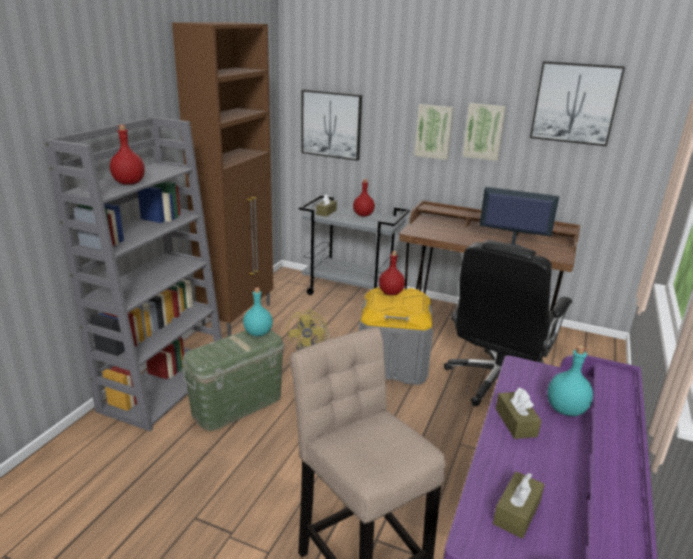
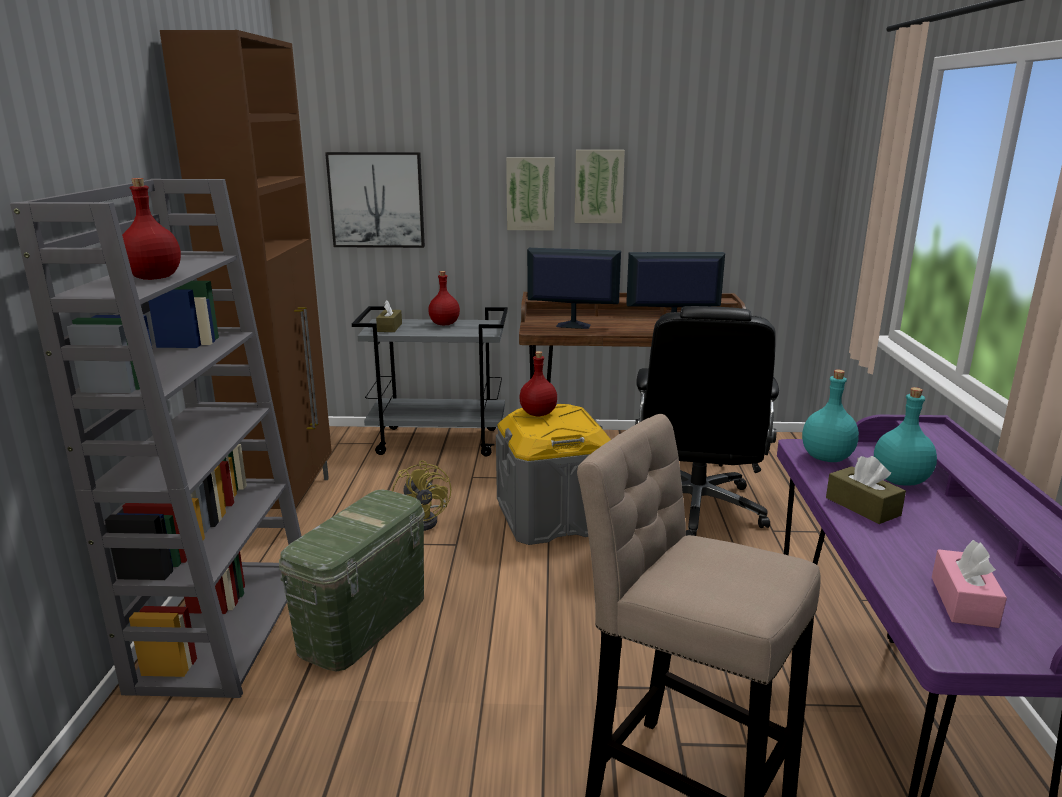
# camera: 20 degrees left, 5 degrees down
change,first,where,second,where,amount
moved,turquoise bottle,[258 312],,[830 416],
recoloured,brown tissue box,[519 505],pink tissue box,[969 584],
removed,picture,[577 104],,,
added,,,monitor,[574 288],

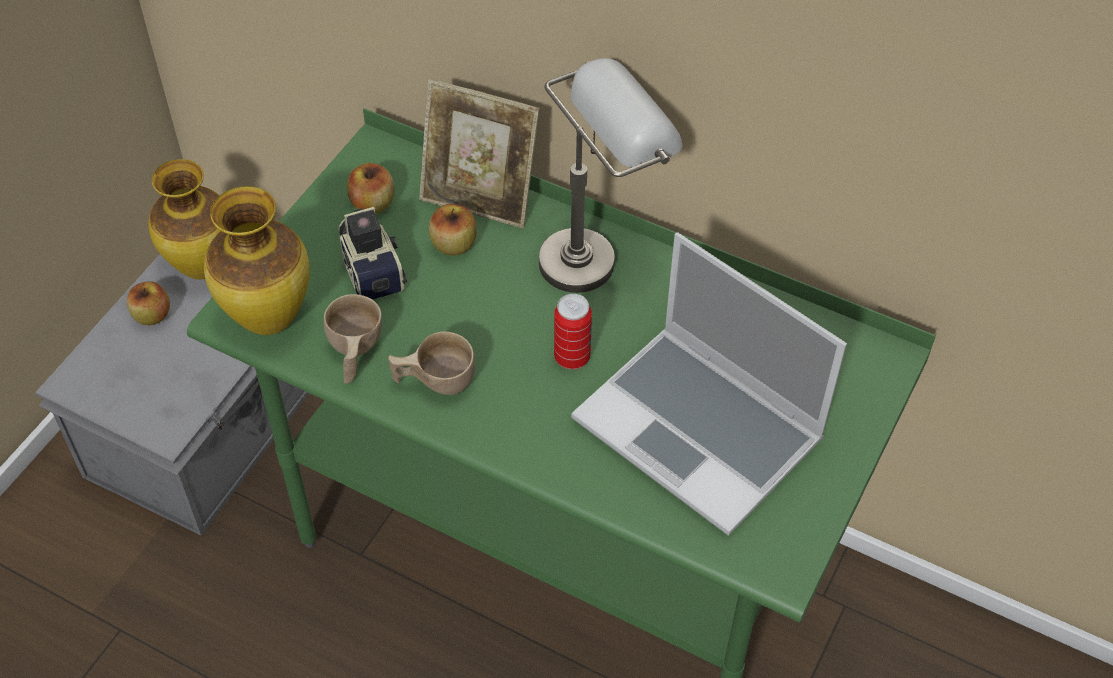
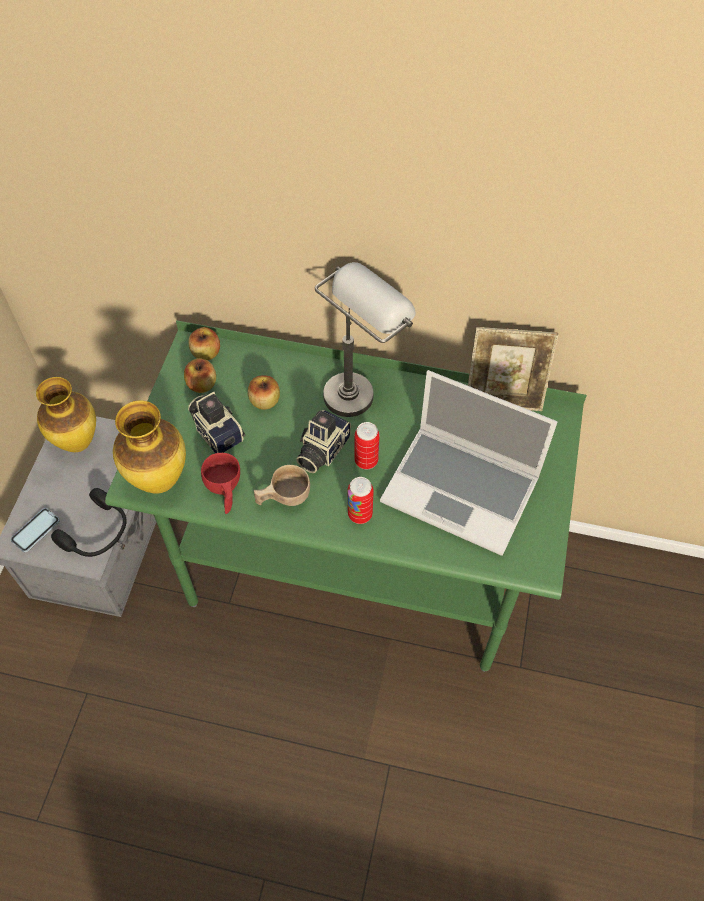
# camera: 15 degrees left, 5 degrees up
change,first,where,second,where,amount
moved,apple,[148 303],,[204 344],
recoloured,beige cup,[353 339],red cup,[220 483],
moved,picture frame,[479 153],,[513 369],
added,,,phone,[35 530],
added,,,black headphones,[89 522],
added,,,photo camera,[323 441],
added,,,can,[361 500],

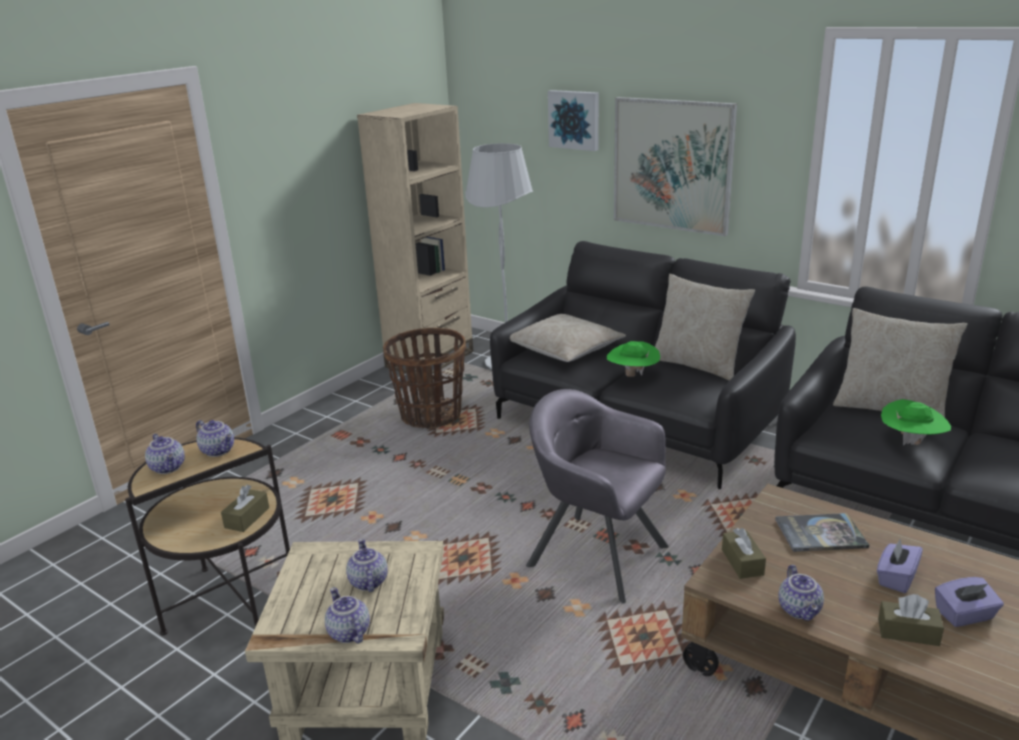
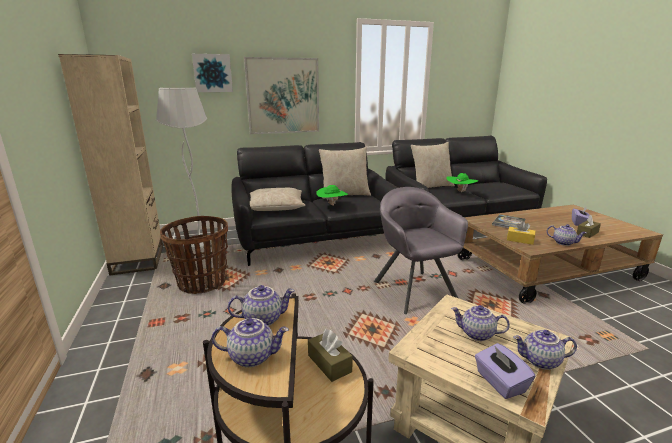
# camera: 55 degrees left, 5 degrees down
change,first,where,second,where,amount
turned,grey armchair,[597 496],,[421 250],90 degrees clockwise
recoloured,brown tissue box,[744 553],yellow tissue box,[521 233],
moved,purple tissue box,[900 566],,[505 371],

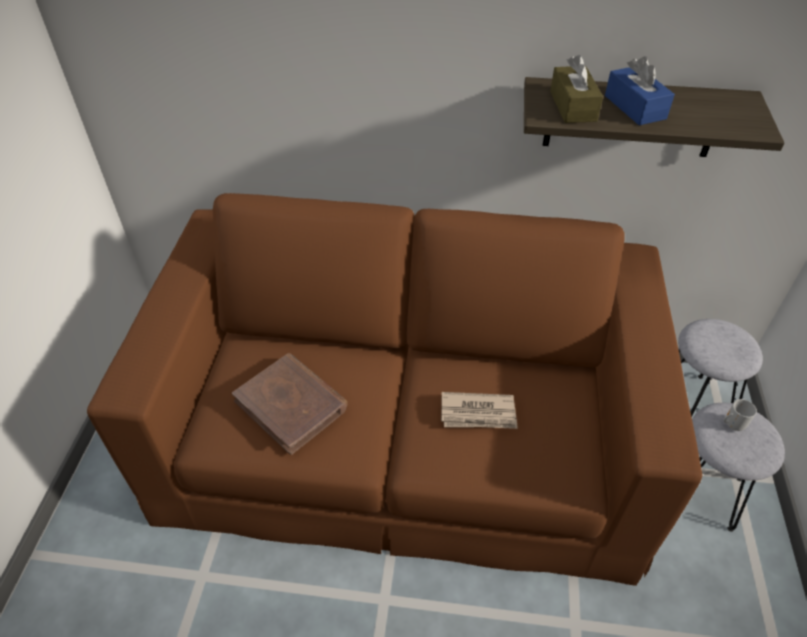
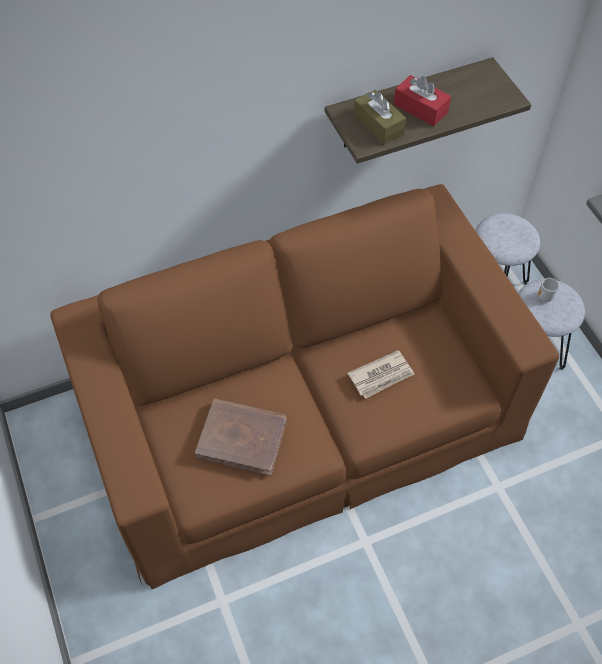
# camera: 30 degrees left, 10 degrees up
change,first,where,second,where,amount
recoloured,blue tissue box,[640 90],red tissue box,[422 100],

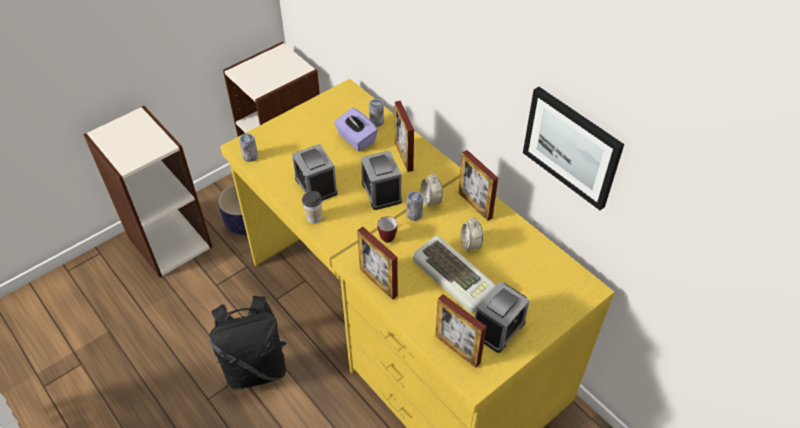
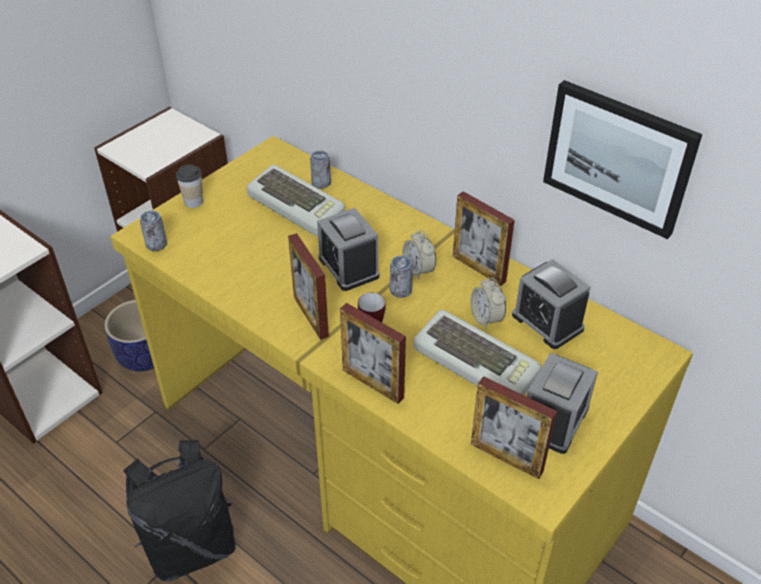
# camera: 10 degrees left, 5 degrees down
change,first,where,second,where,amount
moved,alarm clock,[315 172],,[551 304],
moved,cup,[312 207],,[189 186],
replaced,purple tissue box,[356 129],keyboard,[296 200],
moved,picture frame,[404 136],,[308 286],

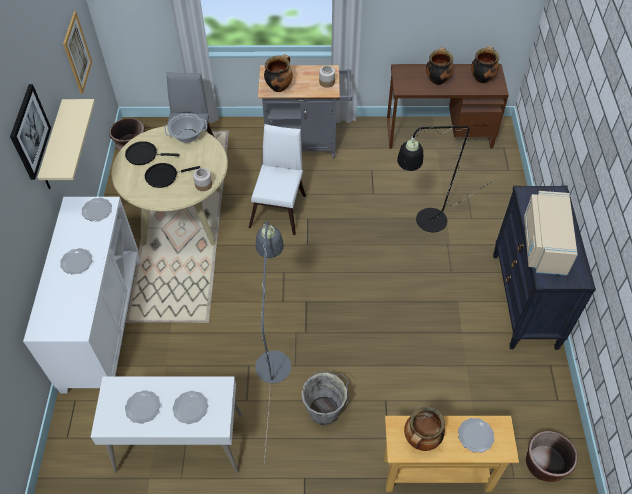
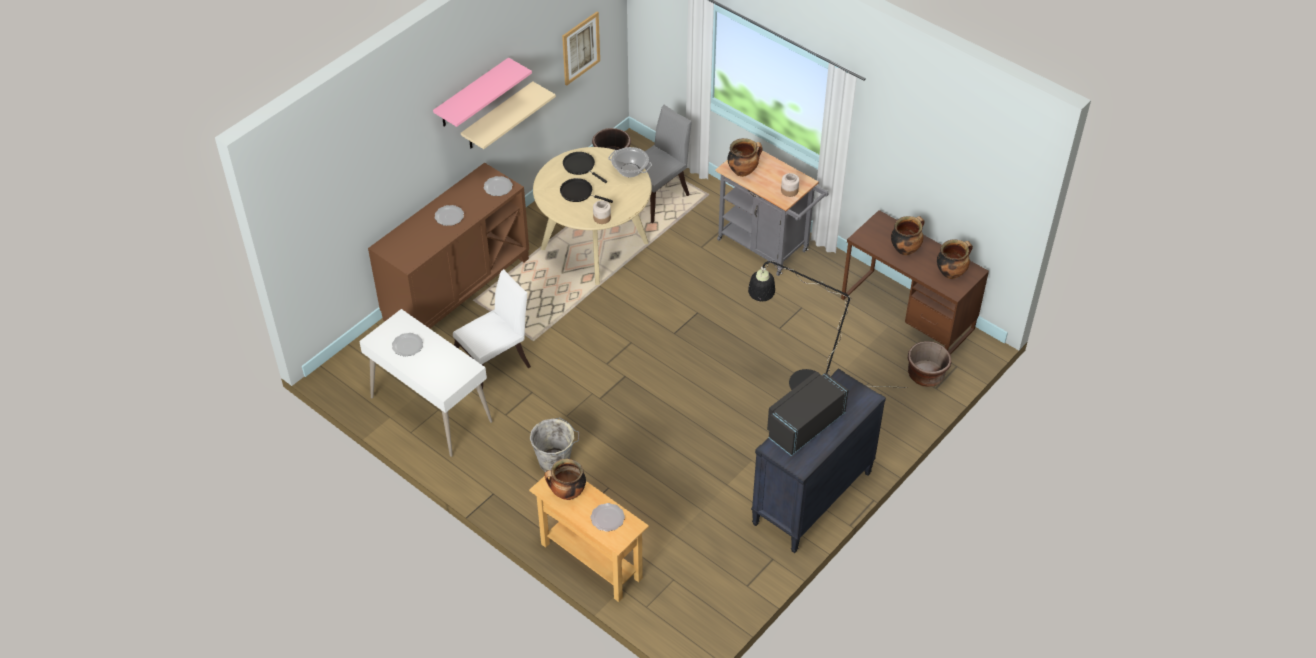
# camera: 40 degrees right, 5 degrees down
change,first,where,second,where,amount
replaced,picture,[30 132],pink shelf,[482 92],
recoloured,white cabinet,[81 295],brown cabinet,[448 245],
removed,plate,[190 407],,,
moved,white chair,[277 179],,[492 329],
removed,grey floor lamp,[273 342],,,
recoloured,beige microwave,[551 233],black microwave,[807 414],
moved,brown planter,[552 456],,[930 364],

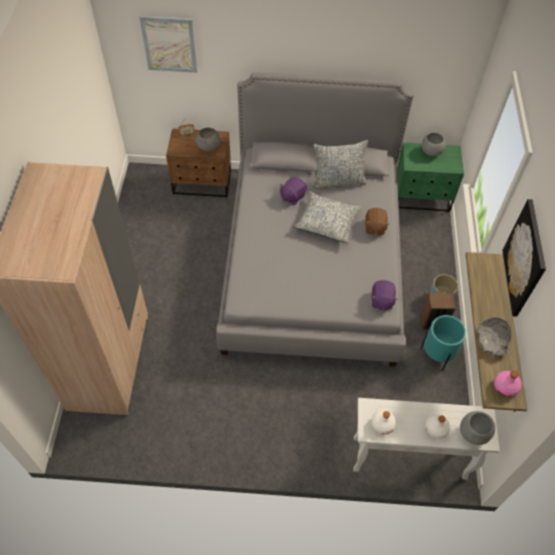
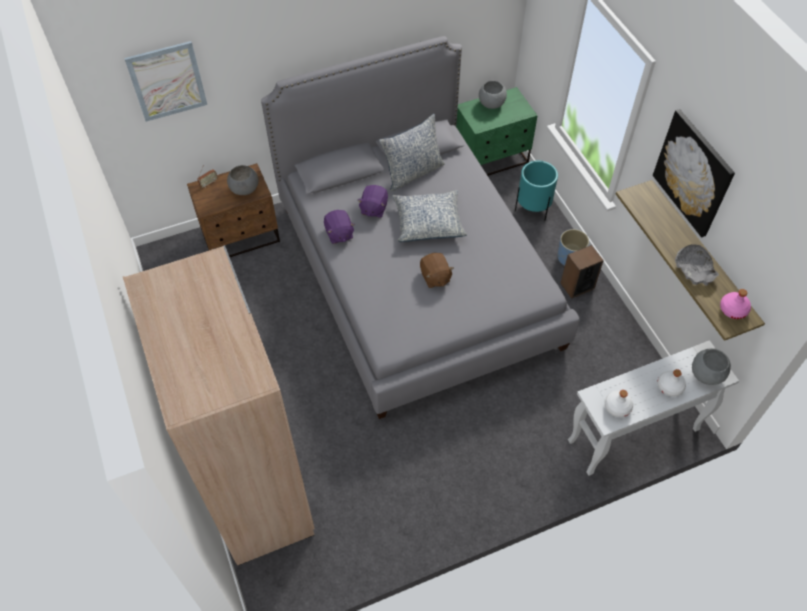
# camera: 25 degrees left, 0 degrees up
change,first,where,second,where,amount
moved,brown plush toy,[377 221],,[437 270],
moved,purple plush toy,[385 295],,[339 227],
moved,turquoise planter,[443 343],,[536 190],

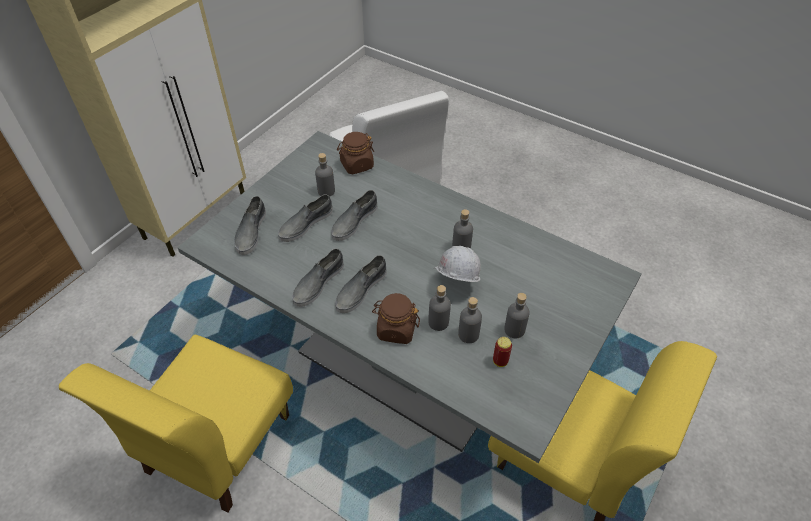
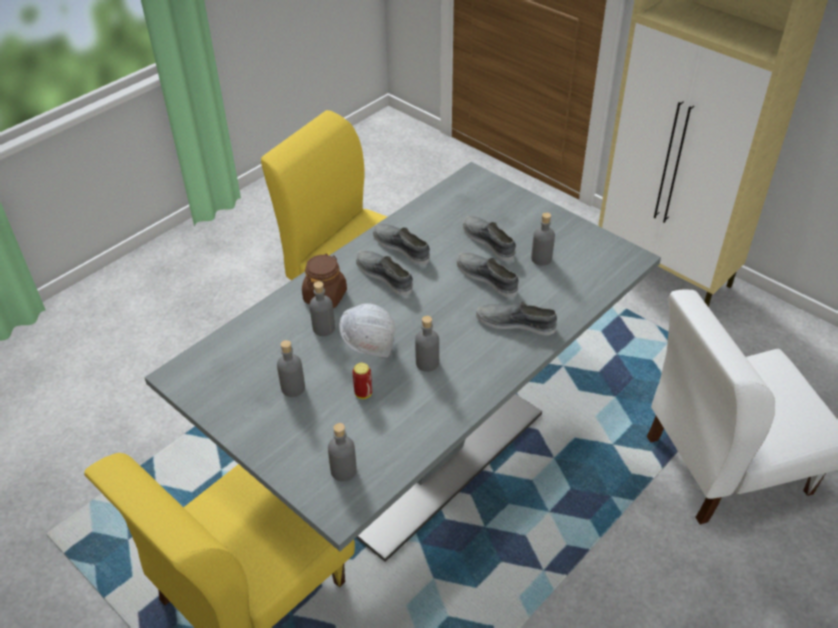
# camera: 100 degrees right, 5 degrees down
change,first,where,second,where,amount
moved,grey shoe,[250 225],,[516 318],
removed,brown jar,[355 153],,,
moved,grey bottle,[470 320],,[342 452],
moved,can,[502 352],,[362 381],

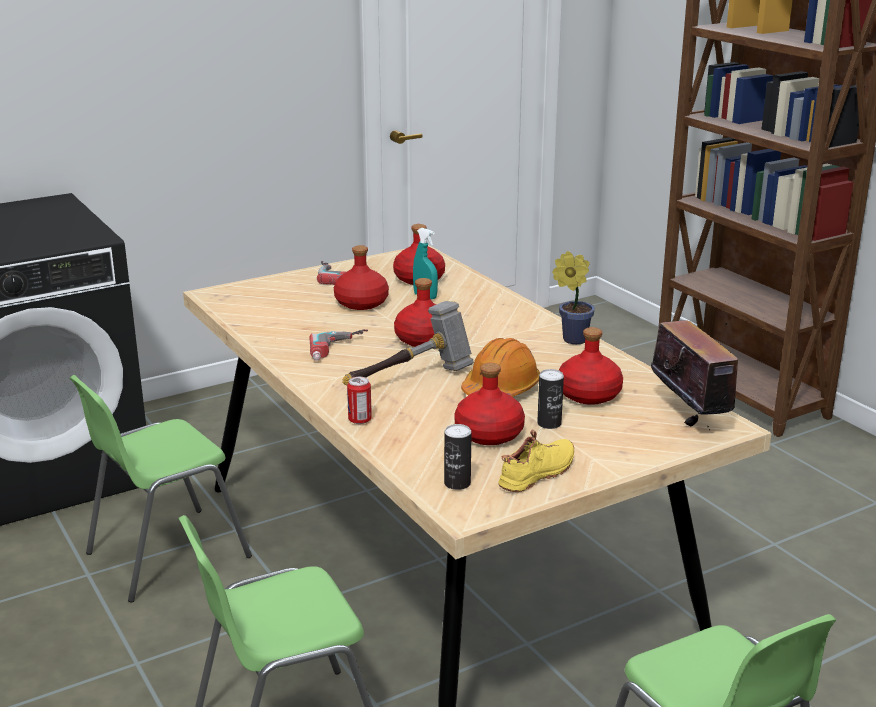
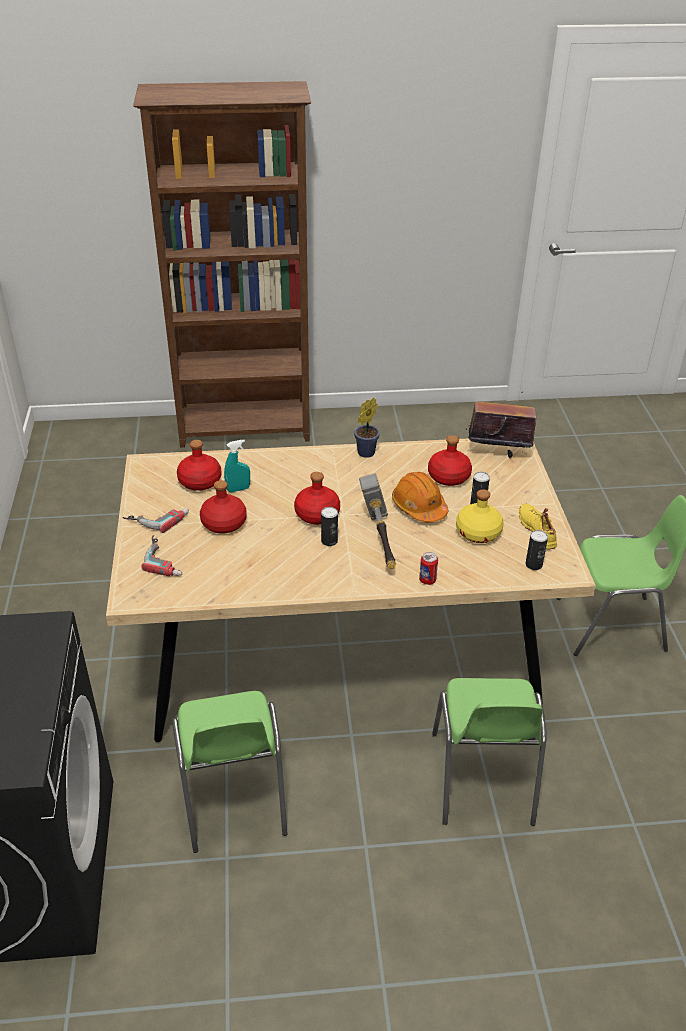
# camera: 65 degrees left, 15 degrees up
change,first,where,second,where,amount
moved,power drill,[338 345],,[162 555],
recoloured,red bottle,[489 404],yellow bottle,[480 516],
added,,,can,[329 526],

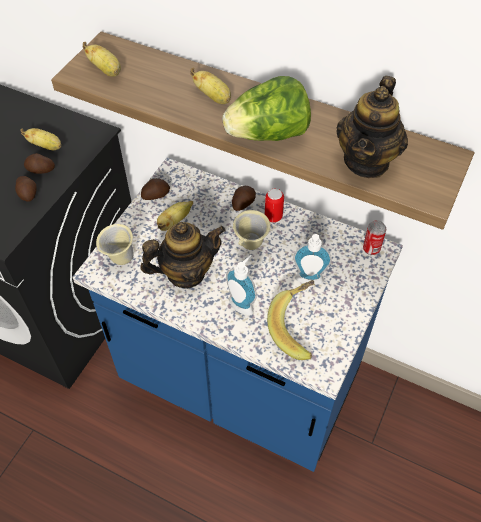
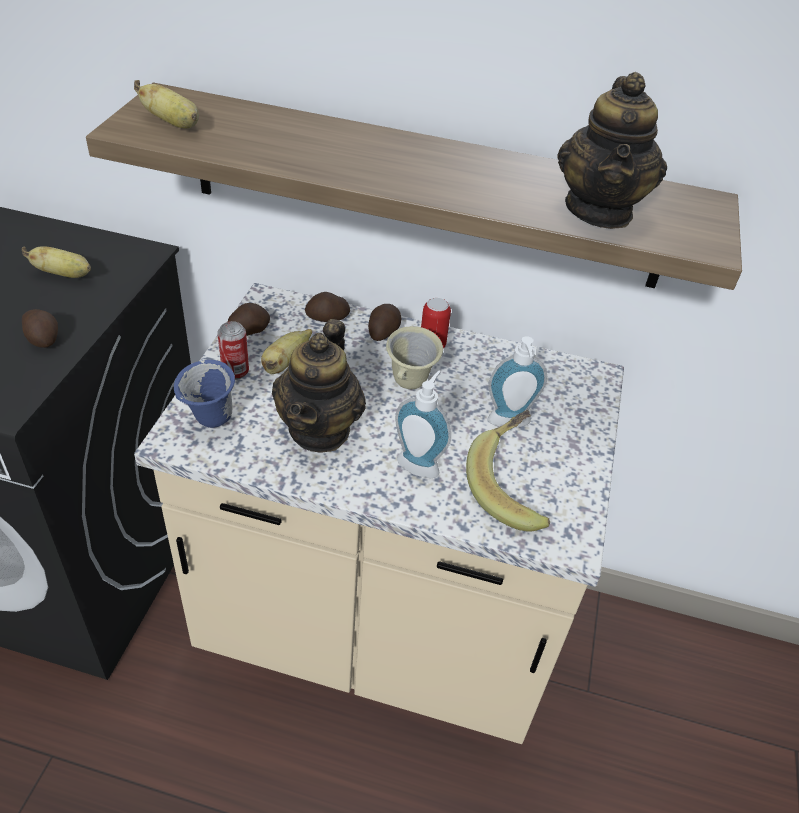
# camera: 15 degrees left, 10 degrees down
change,first,where,second,where,amount
moved,potato,[39 163],,[327 307],
recoloured,blue counter,[237 315],beige counter,[379 513],
recoloured,beige mug,[115 244],blue mug,[204 394],
turned,teapot,[183 255],,[319 386],135 degrees clockwise
removed,banana,[210 86],,,
removed,lettuce,[266 108],,,
moved,can,[374 237],,[233 350],

